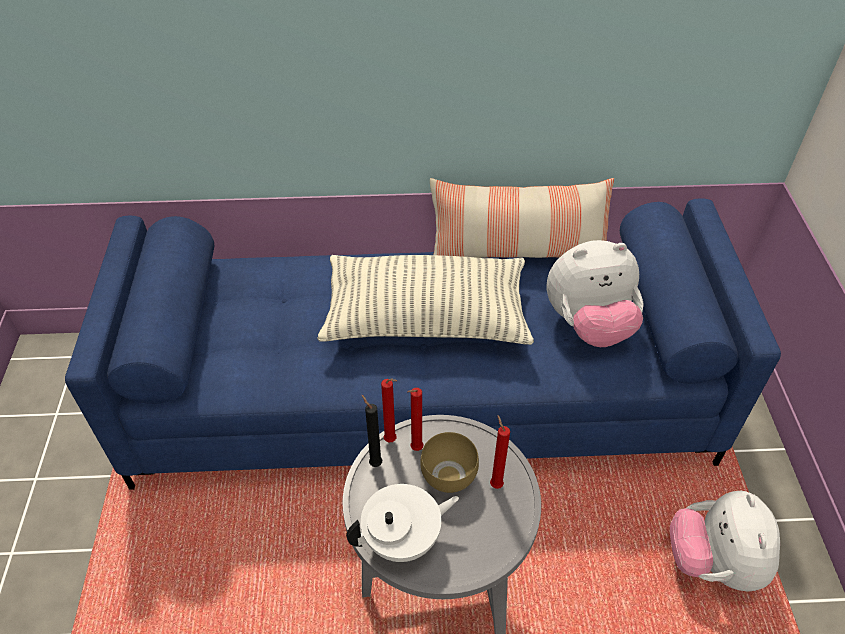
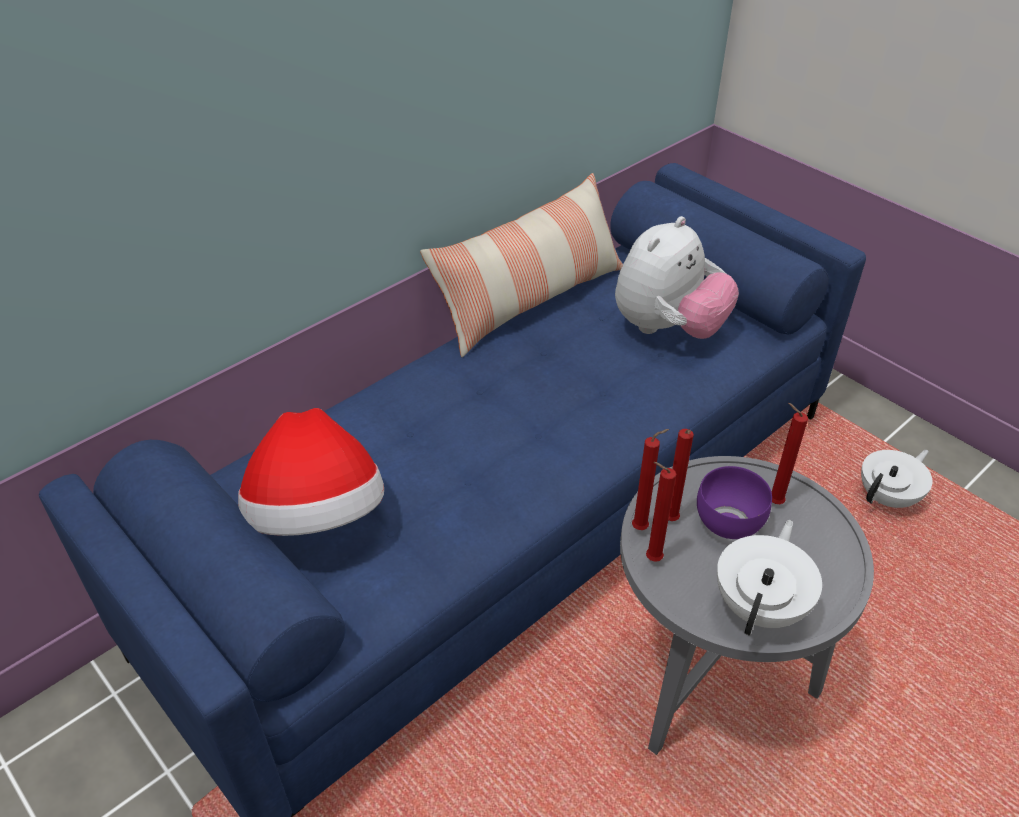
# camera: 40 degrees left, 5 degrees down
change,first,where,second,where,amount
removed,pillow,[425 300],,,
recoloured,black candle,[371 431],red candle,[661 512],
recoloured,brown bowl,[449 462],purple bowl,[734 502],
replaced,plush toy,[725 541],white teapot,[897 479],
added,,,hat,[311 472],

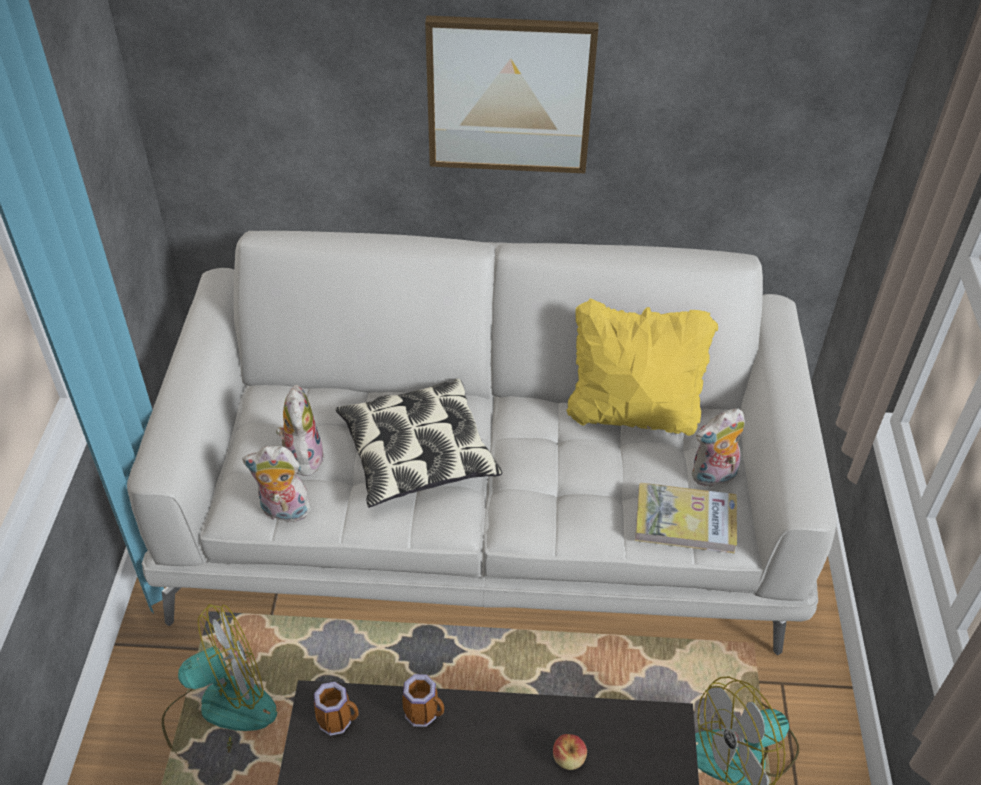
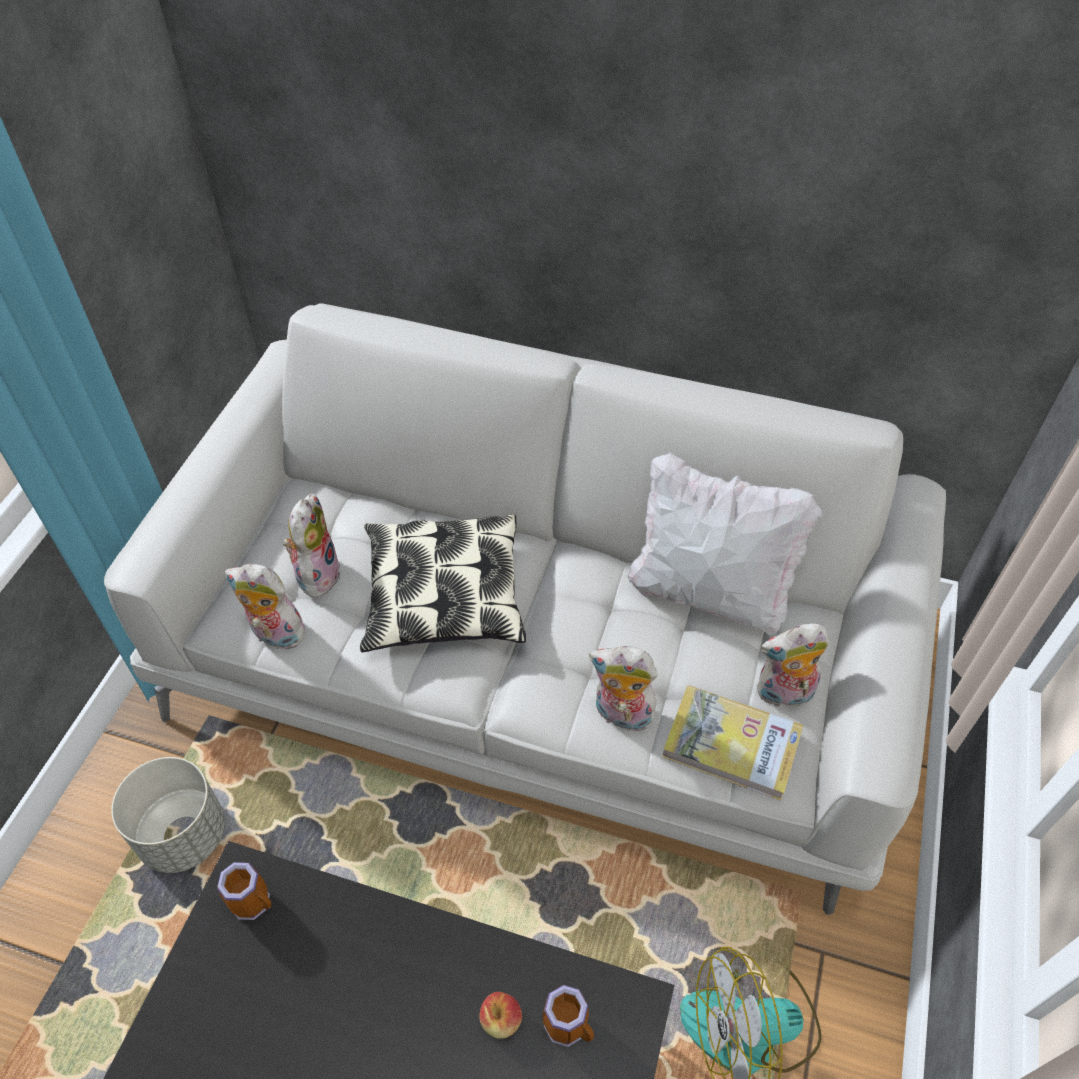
# camera: 15 degrees right, 5 degrees up
change,first,where,second,where,amount
replaced,fan,[219 686],grey planter,[168 815],
moved,mug,[423 700],,[568 1016],
removed,picture,[511 94],,,
recoloured,yellow pillow,[642 367],white pillow,[725 543],
added,,,plush toy,[623 690],

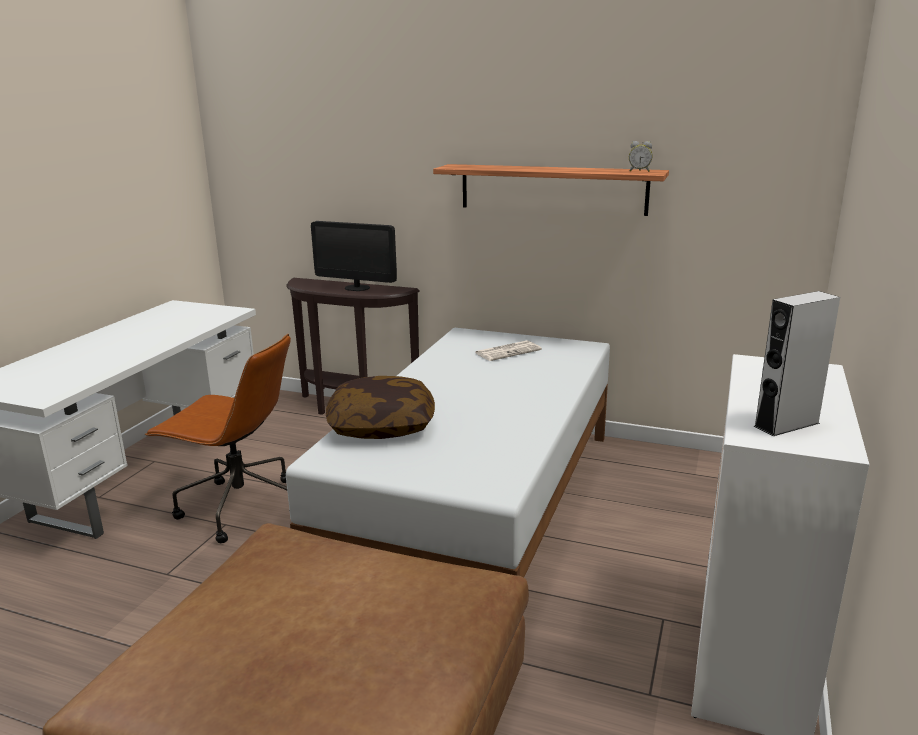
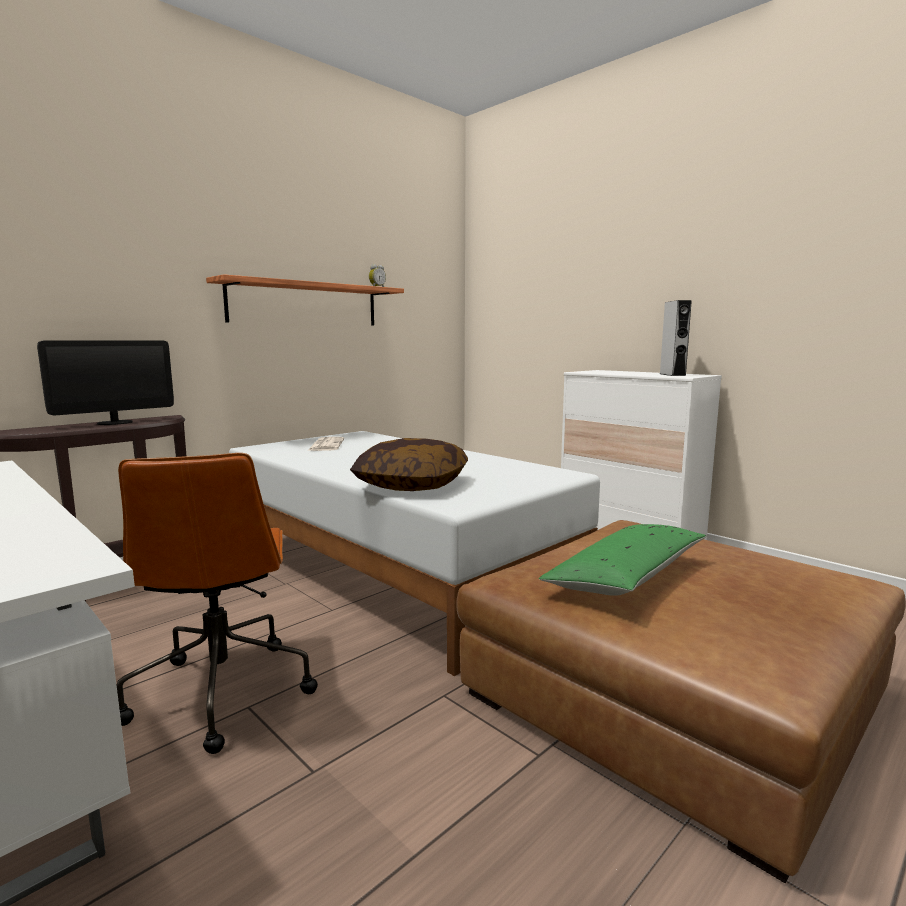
# camera: 65 degrees left, 10 degrees down
change,first,where,second,where,amount
turned,brown office chair,[218 438],,[217 603],120 degrees clockwise
added,,,green pillow,[622 560],

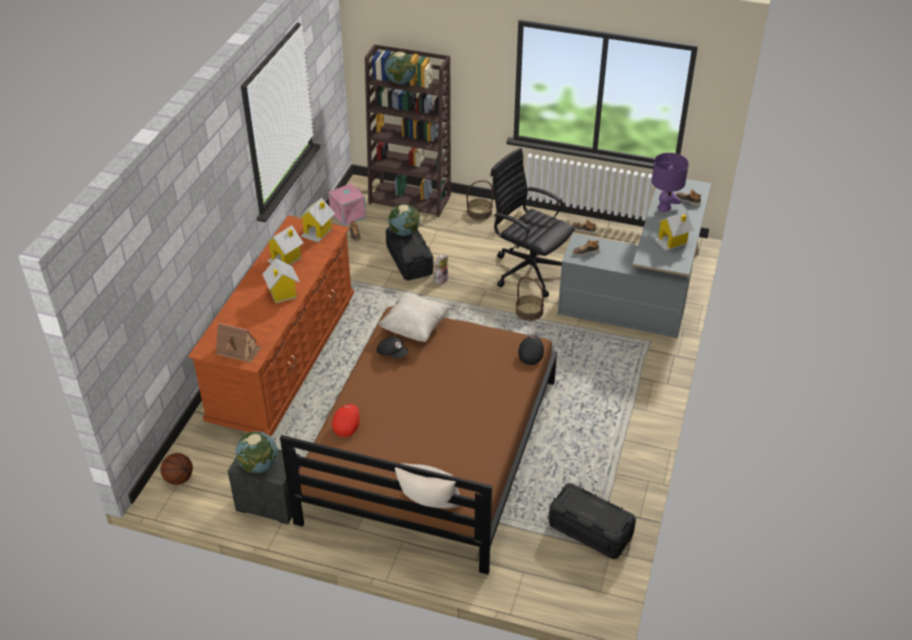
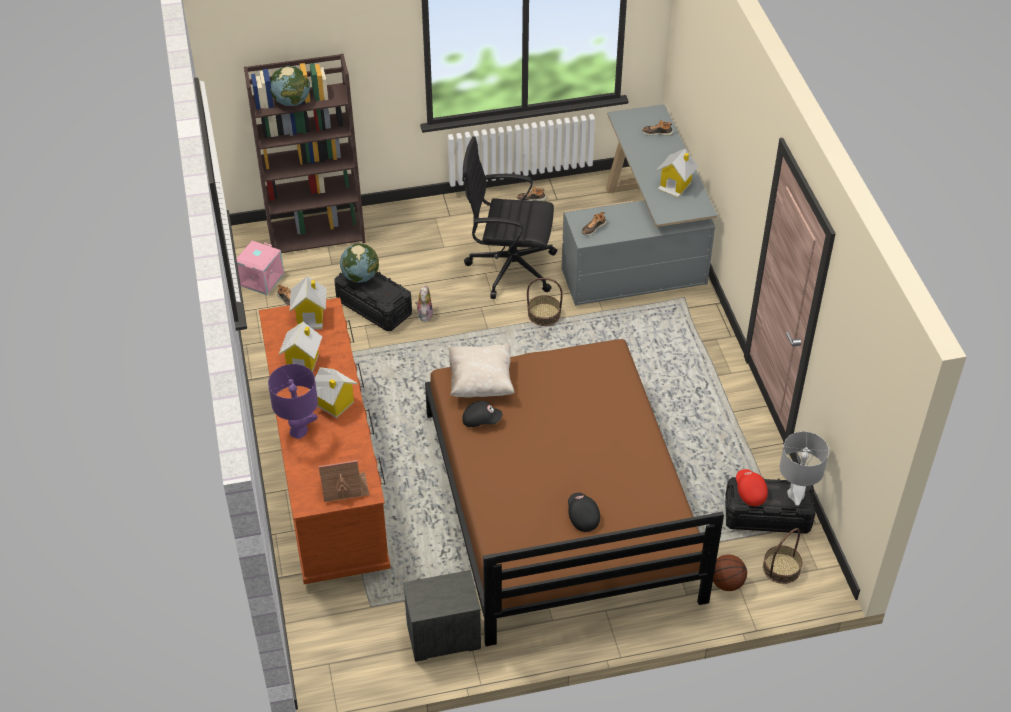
# camera: 30 degrees left, 5 degrees up
change,first,where,second,where,amount
moved,basketball,[177 469],,[730 572],
removed,globe,[257 452],,,
moved,red cap,[346 420],,[752 487],
removed,beige pillow,[427 485],,,
moved,basket,[480 200],,[782 556],
moved,black cap,[531 350],,[584 512],
moved,purple table lamp,[670 182],,[293 401],
added,,,grey table lamp,[804 468],

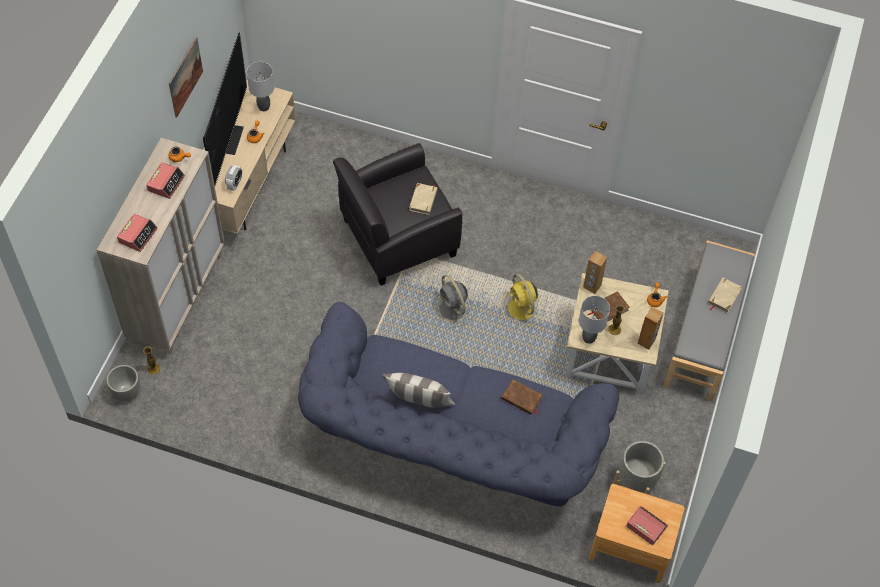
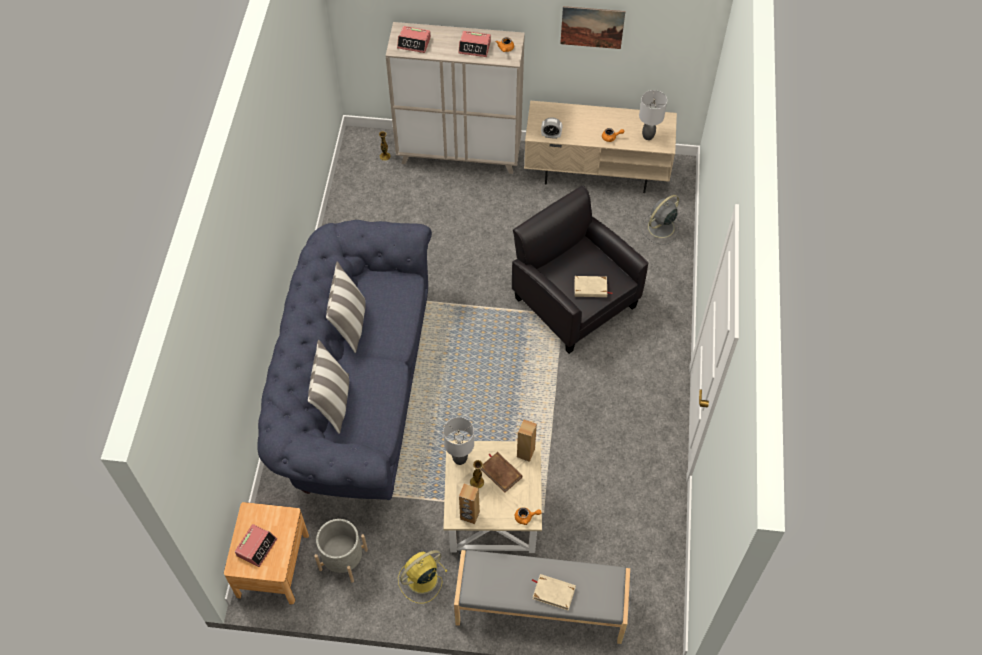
# camera: 80 degrees right, 0 degrees up
change,first,where,second,where,amount
removed,planter,[123 383],,,
removed,television,[225 109],,,
moved,grey fan,[453 301],,[661 220],
moved,yellow fan,[522 300],,[423 576],
removed,brown book,[522 397],,,
added,,,pillow,[328 387],

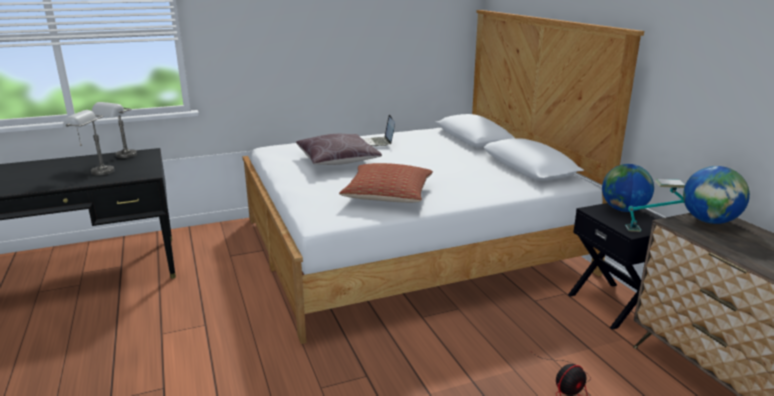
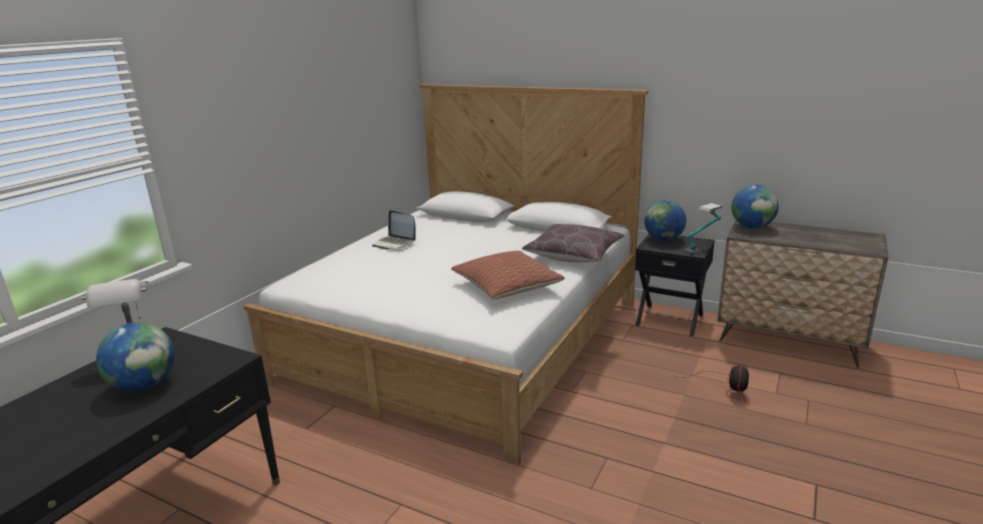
# camera: 40 degrees left, 0 degrees up
change,first,where,second,where,amount
replaced,grey table lamp,[89 142],globe,[135 356],
moved,brown pillow,[339 149],,[573 243],

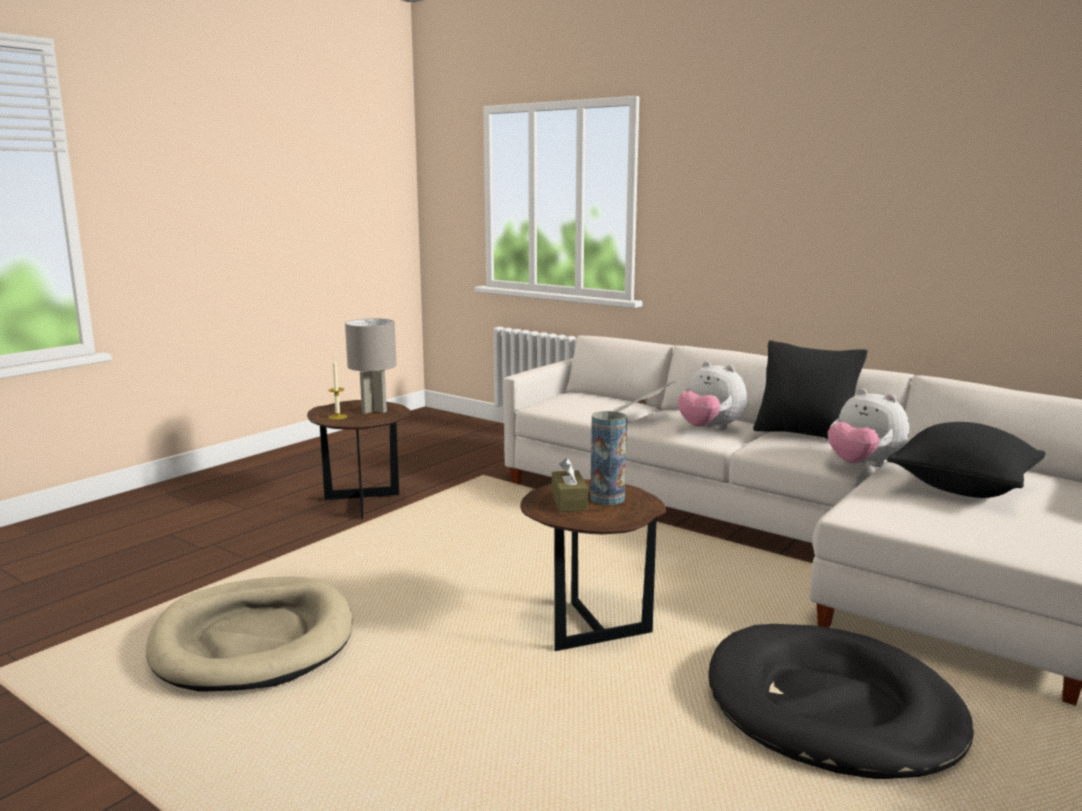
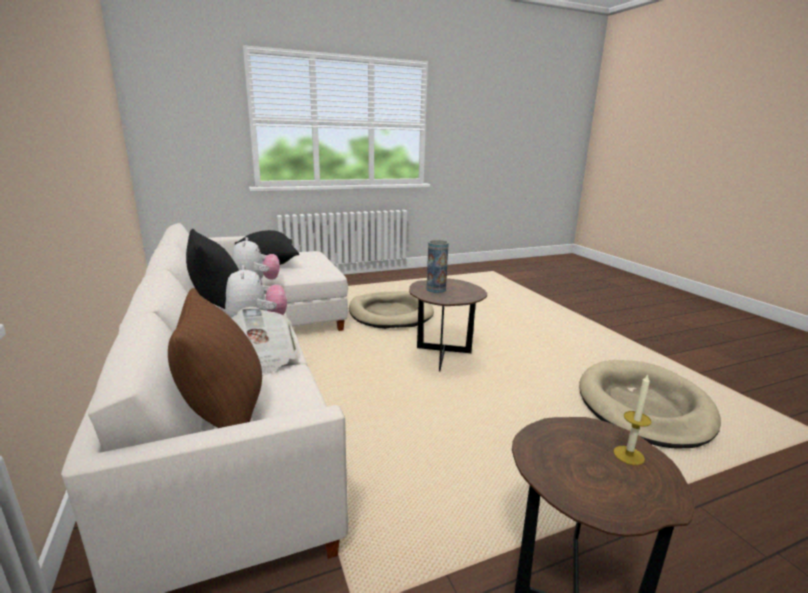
# camera: 150 degrees left, 5 degrees up
change,first,where,second,where,amount
removed,grey table lamp,[370 366],,,
removed,brown tissue box,[570 485],,,
recoloured,black dog bed,[841 701],beige dog bed,[391 310],
added,,,brown pillow,[215 358],

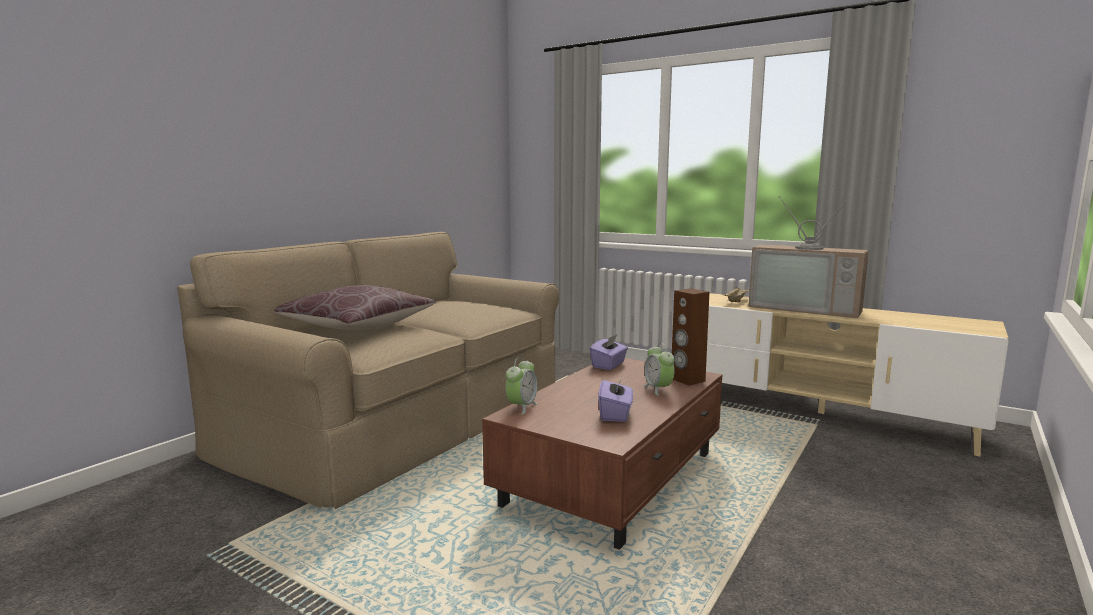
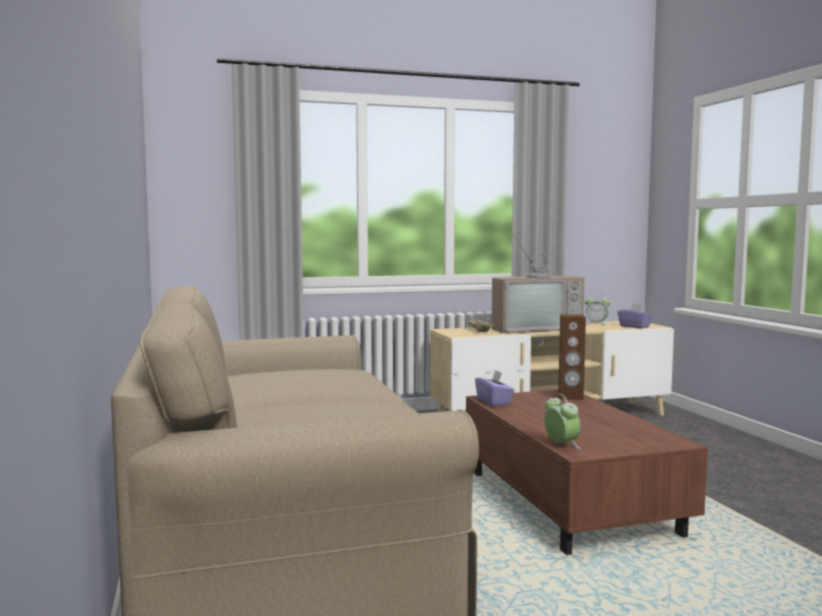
# camera: 50 degrees left, 5 degrees down
change,first,where,second,where,amount
removed,brown pillow,[355 307],,,
moved,purple tissue box,[615 398],,[635 316],
moved,alarm clock,[659 369],,[597 309],

